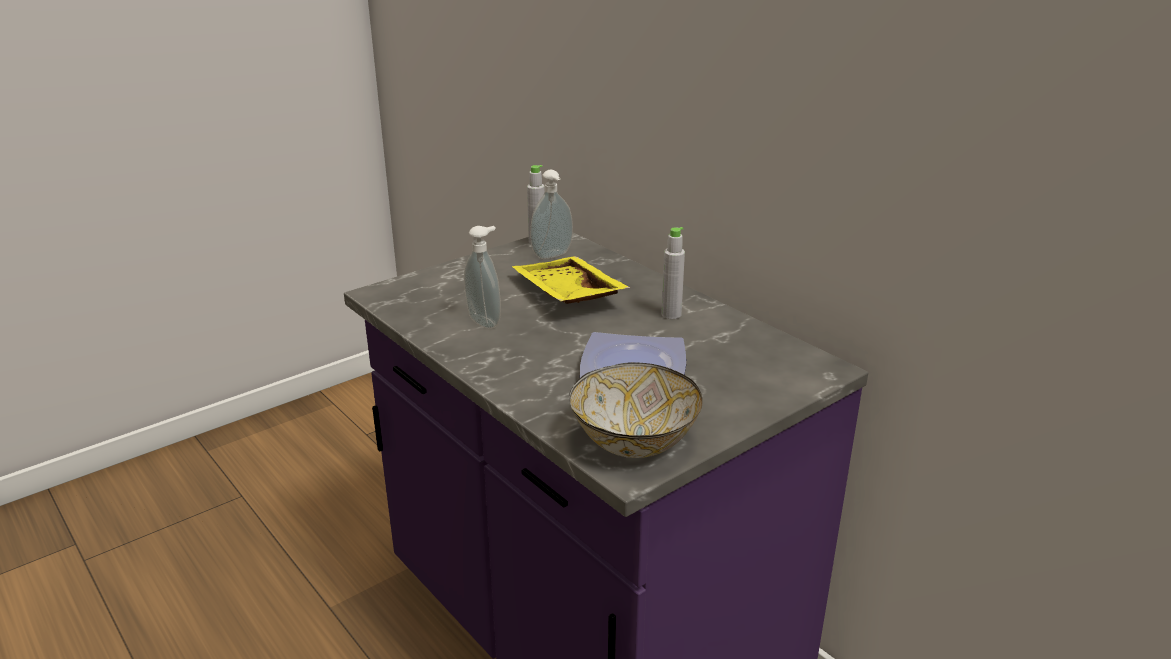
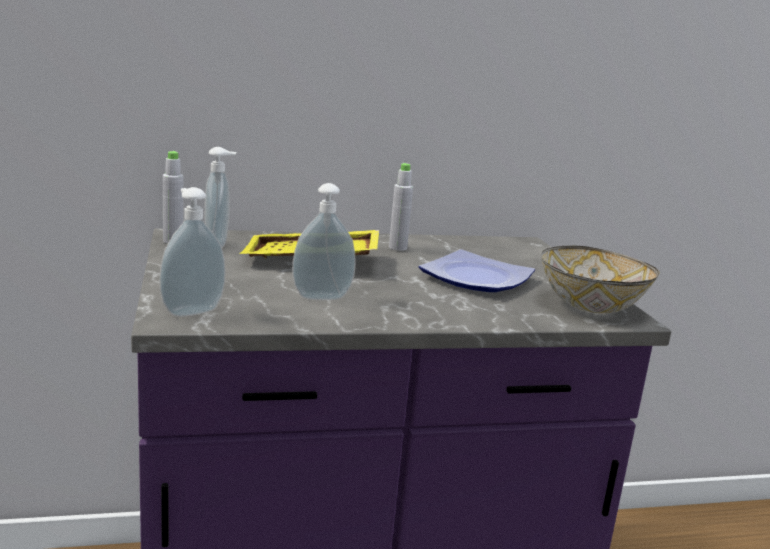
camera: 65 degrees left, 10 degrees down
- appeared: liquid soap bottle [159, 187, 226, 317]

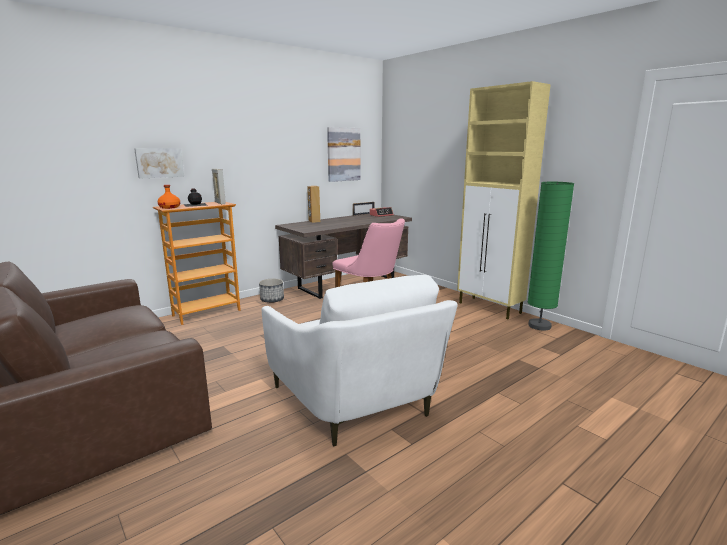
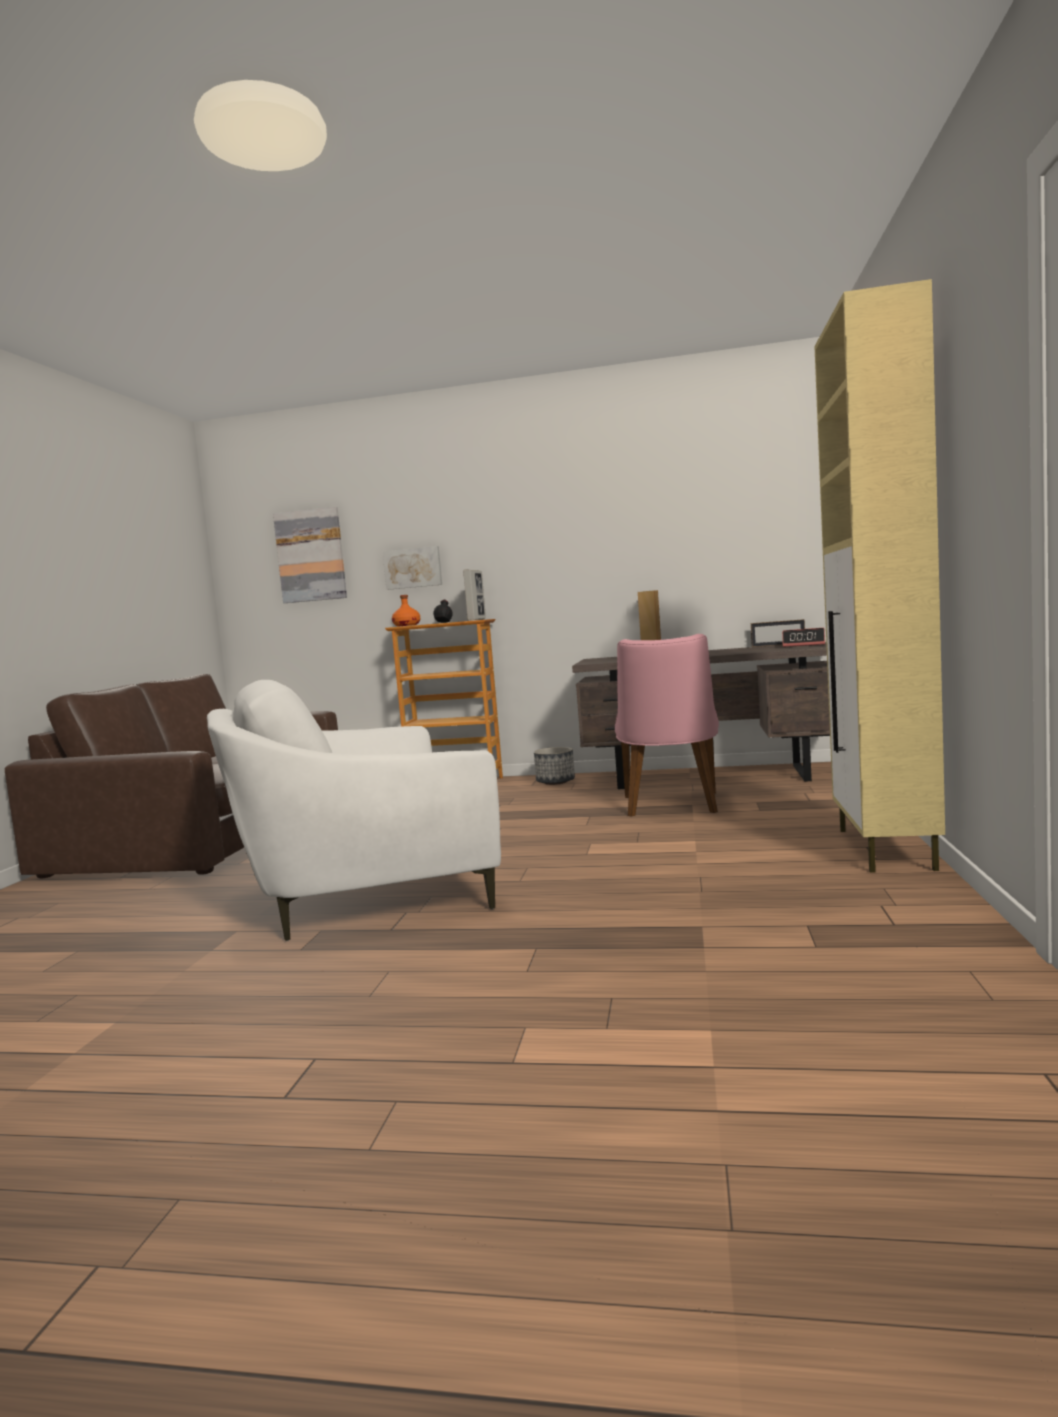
camera: 50 degrees right, 10 degrees down
- relocated: wall art [327, 127, 360, 182] to [273, 507, 347, 603]
- missing: green standing lamp [528, 182, 574, 331]
- spun: white-coloured armchair [262, 275, 458, 446] = [207, 680, 501, 941] 45 degrees clockwise

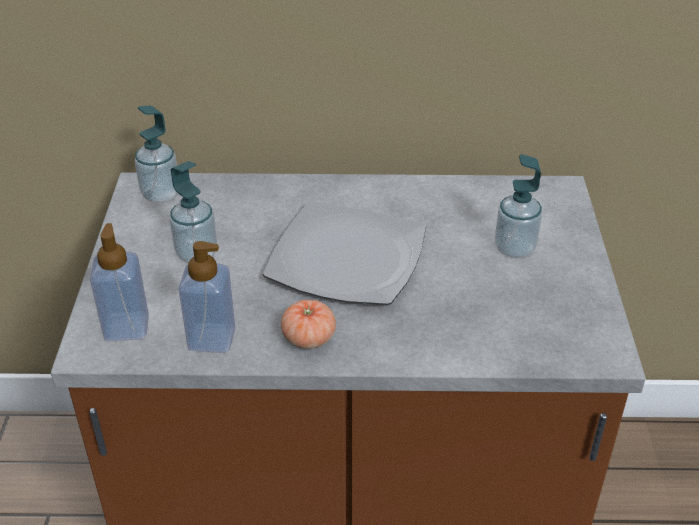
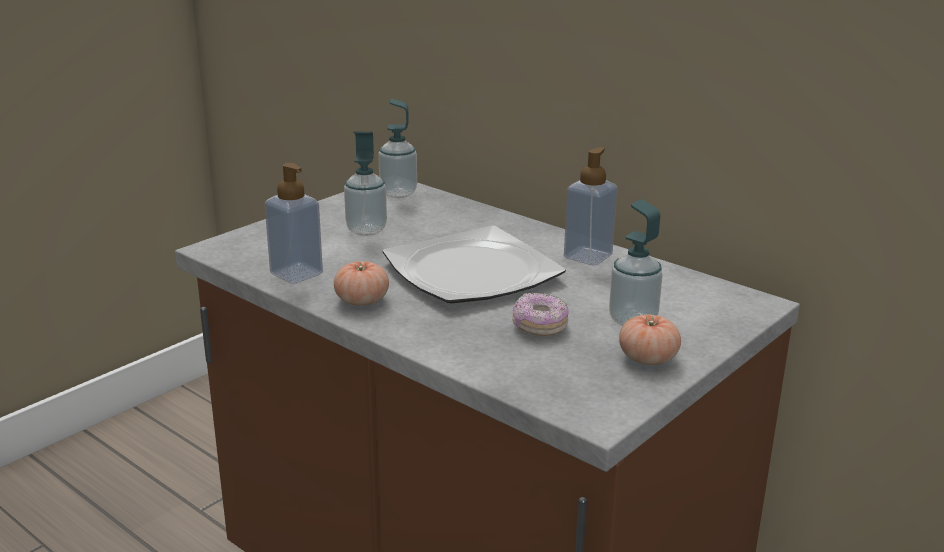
camera: 40 degrees right, 15 degrees down
- relocated: liquid soap bottle [90, 223, 149, 341] to [564, 147, 617, 266]
- appeared: doughnut [513, 292, 569, 336]
- appeared: tomato [619, 314, 681, 365]

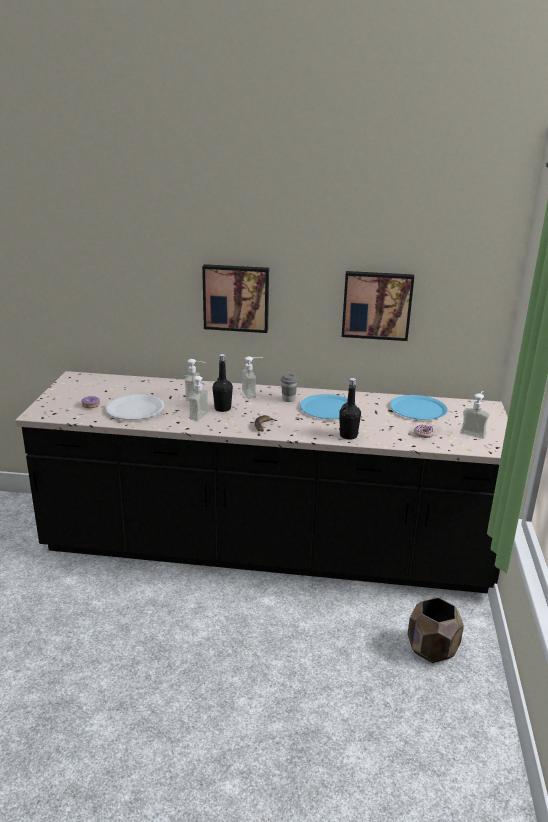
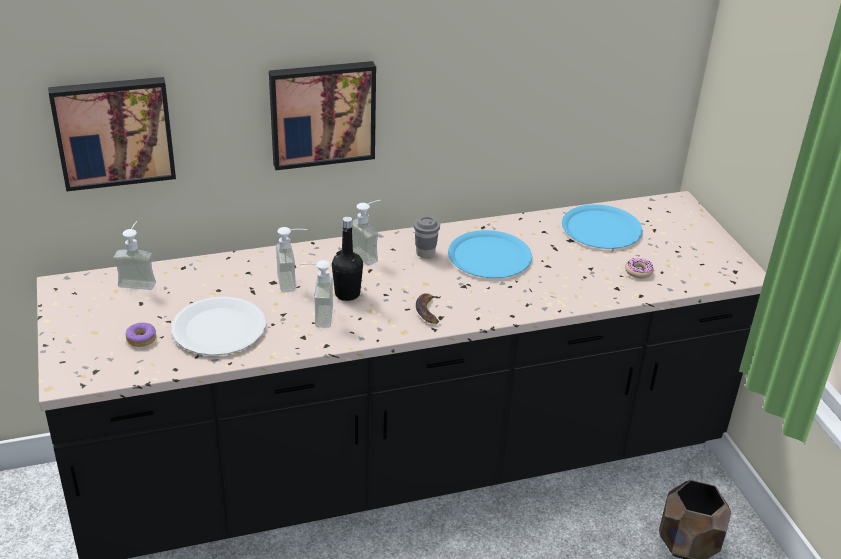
camera: 25 degrees left, 10 degrees up
- relocated: wall art [342, 271, 414, 341] to [48, 77, 176, 192]
- missing: blackish drink bottle [339, 378, 361, 440]
- relocated: liquid soap bottle [460, 391, 490, 439] to [114, 221, 156, 290]

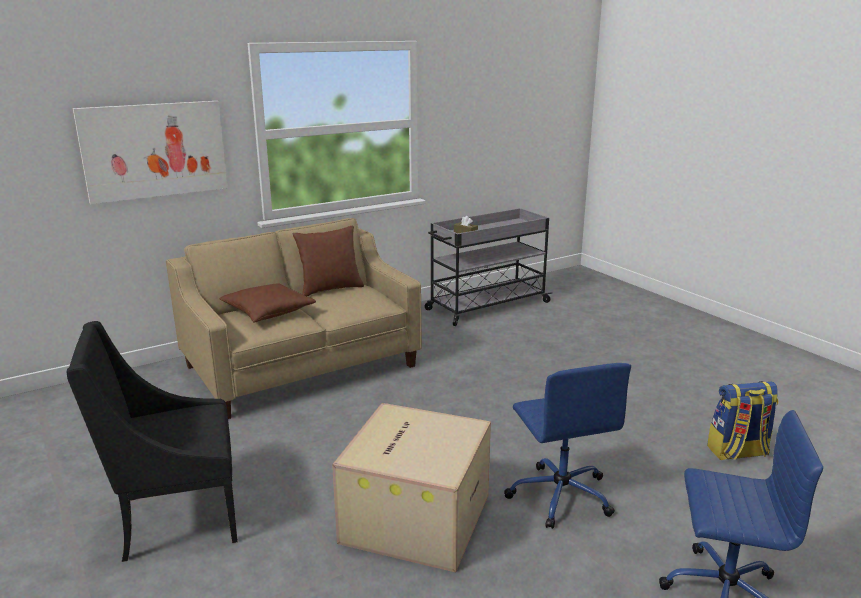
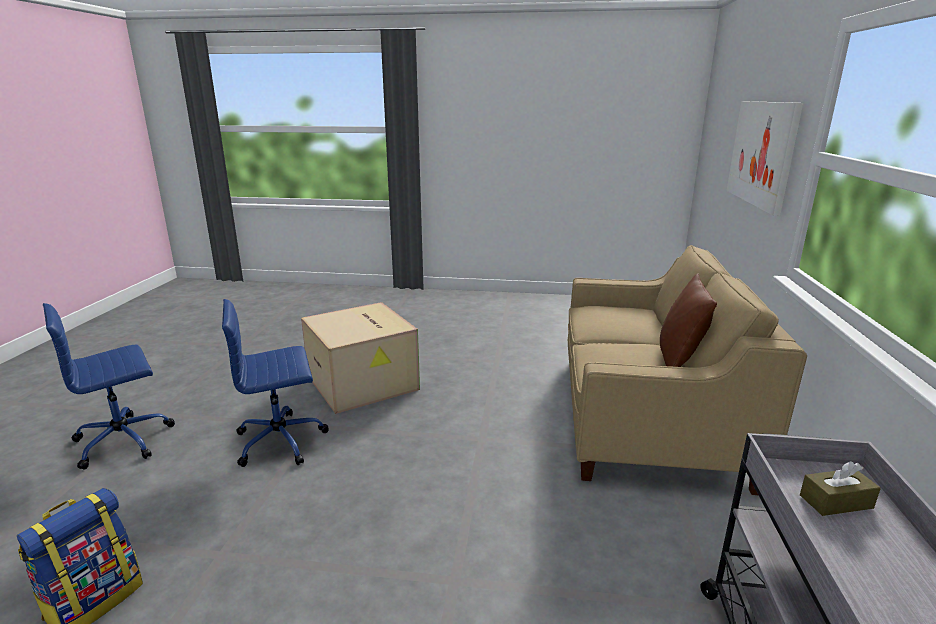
camera: 130 degrees right, 0 degrees up
- missing: brown-coloured throw pillow [219, 283, 316, 323]
- missing: blackish armchair [66, 321, 238, 562]
- spun: blue-coloured desk chair [504, 363, 631, 529] = [222, 299, 329, 467] 45 degrees counterclockwise

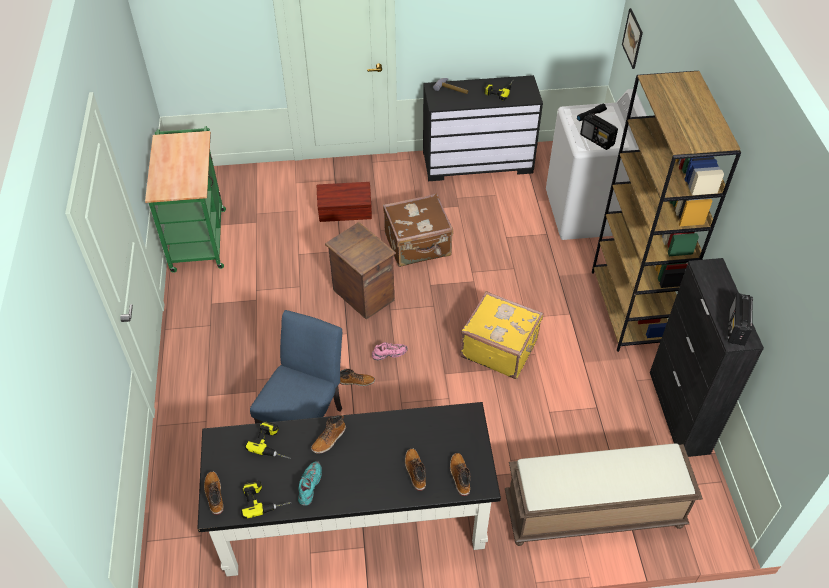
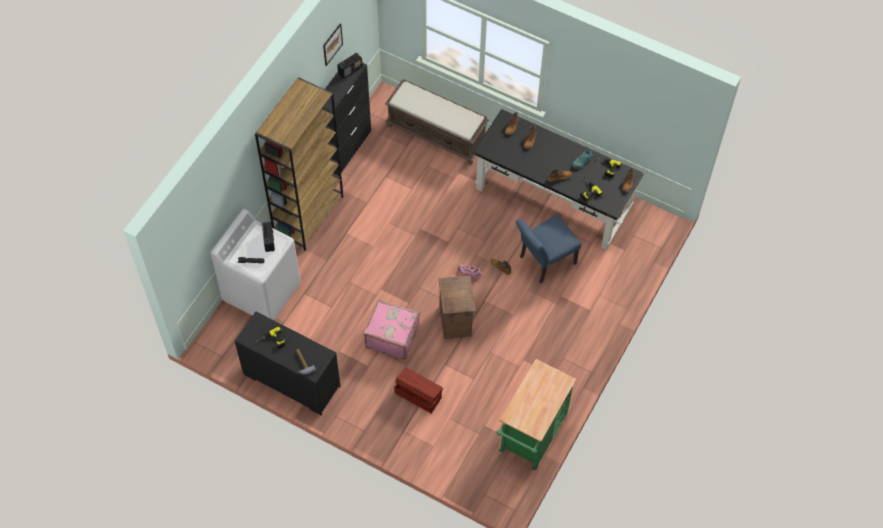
camera: 145 degrees left, 10 degrees up
- relocated: wall art [622, 8, 643, 69] to [323, 24, 343, 66]
- colour: brown-coloured travel case [383, 193, 453, 267] to pink travel case [364, 300, 420, 359]
- missing: yellowish travel case [460, 291, 543, 379]

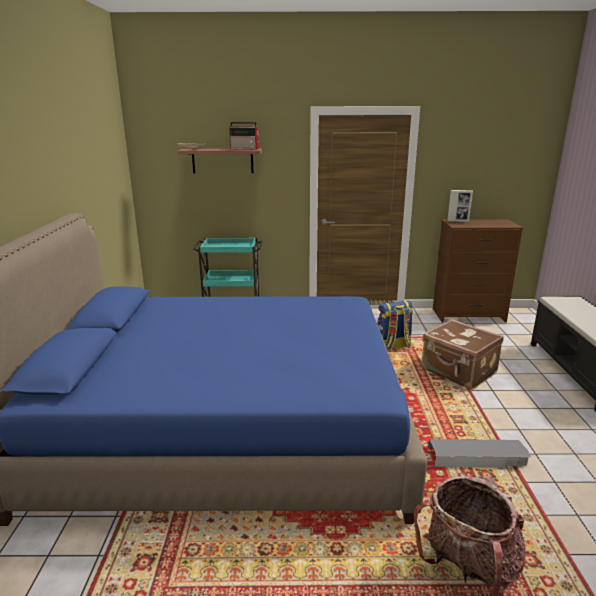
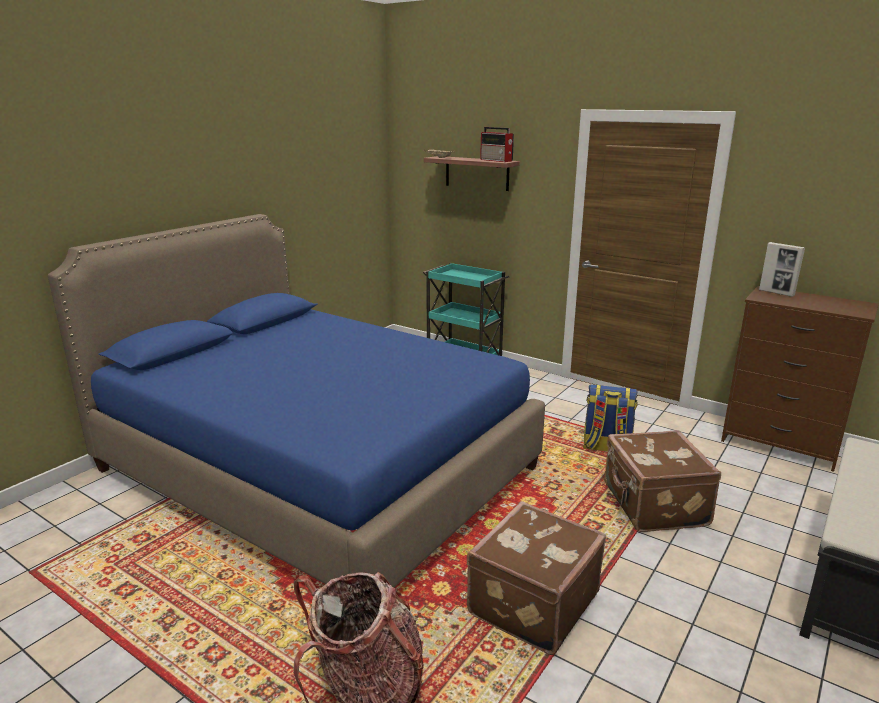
camera: 35 degrees right, 0 degrees up
- exchanged: greyish storage bin [428, 439, 531, 468] to brown-coloured travel case [467, 501, 606, 655]

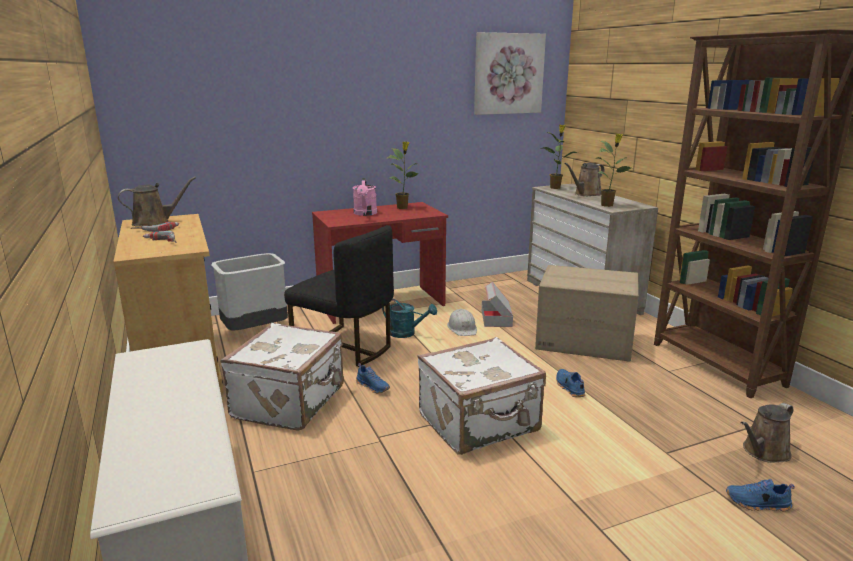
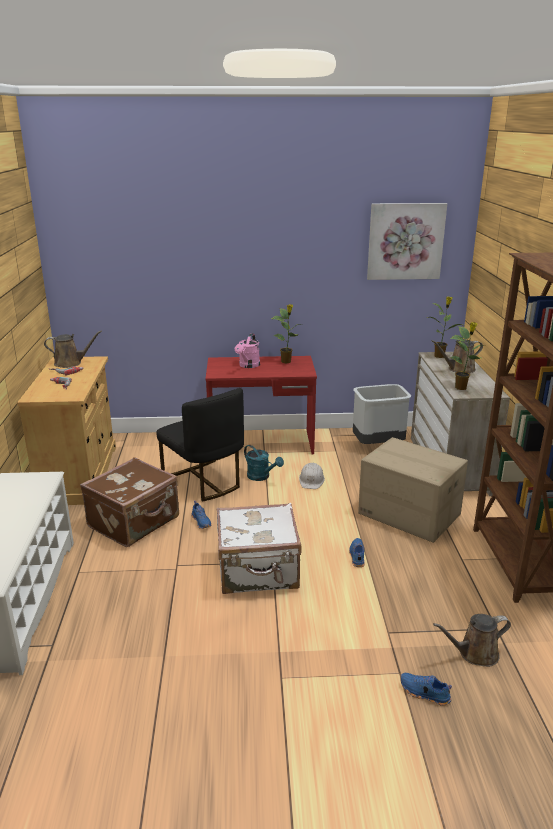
camera: 20 degrees right, 5 degrees up
- relocated: greyish rubbish bin [211, 253, 288, 331] to [353, 384, 411, 444]
- missing: carton [482, 282, 513, 327]
- colour: white-coloured travel case [220, 323, 344, 431] to brown-coloured travel case [80, 457, 179, 547]

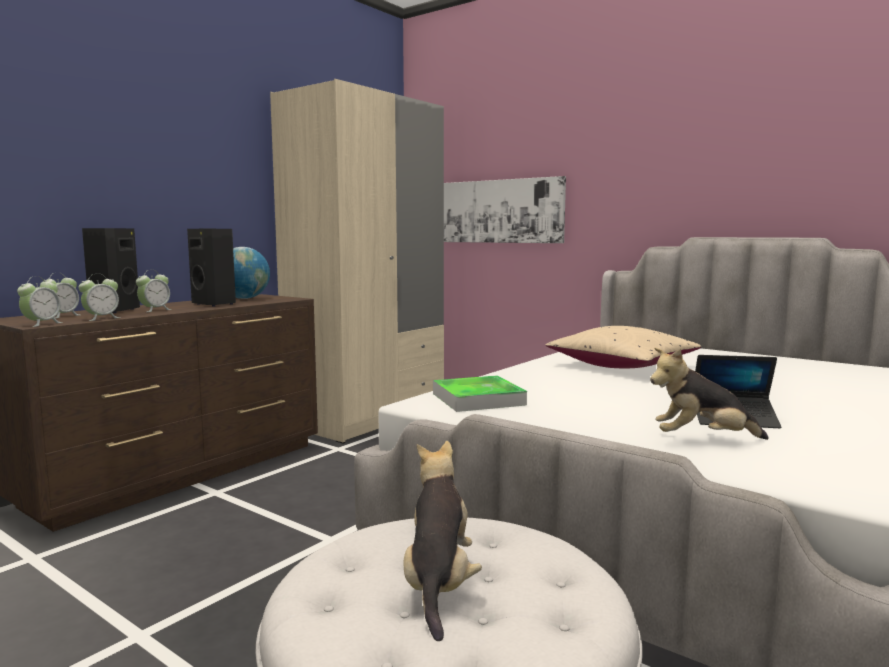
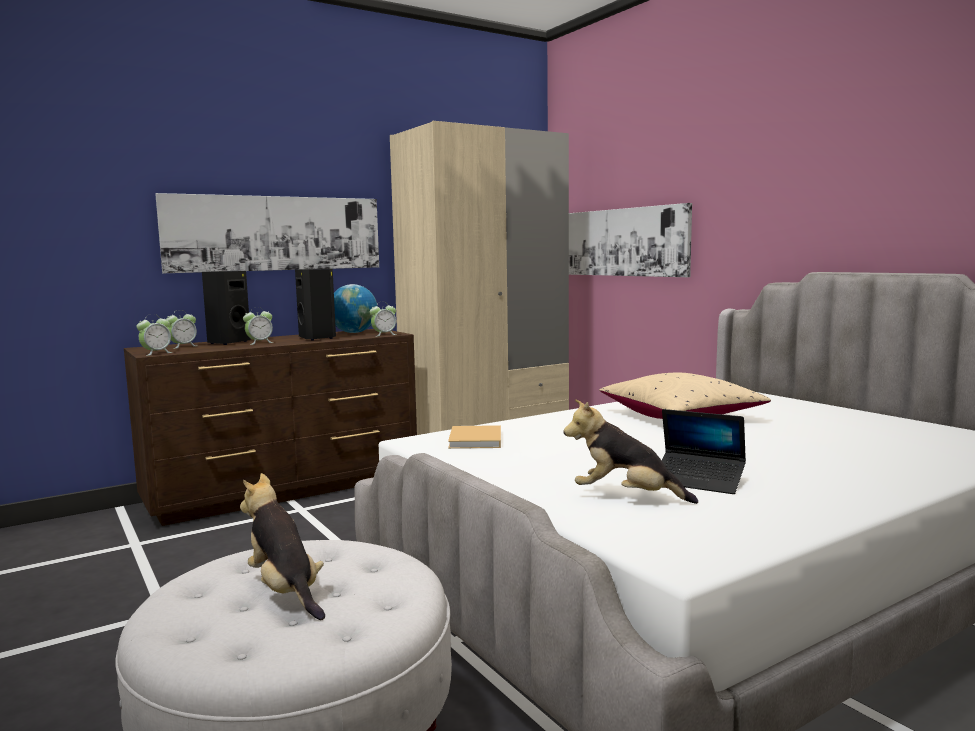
camera: 20 degrees right, 0 degrees up
- relocated: bedside clock [78, 274, 120, 321] to [370, 302, 396, 337]
- exchanged: tray [433, 375, 527, 412] to sand-coloured book [448, 425, 501, 449]
- spun: plush toy [403, 441, 482, 641] = [240, 473, 325, 620] 60 degrees counterclockwise
- appeared: wall art [155, 193, 379, 273]

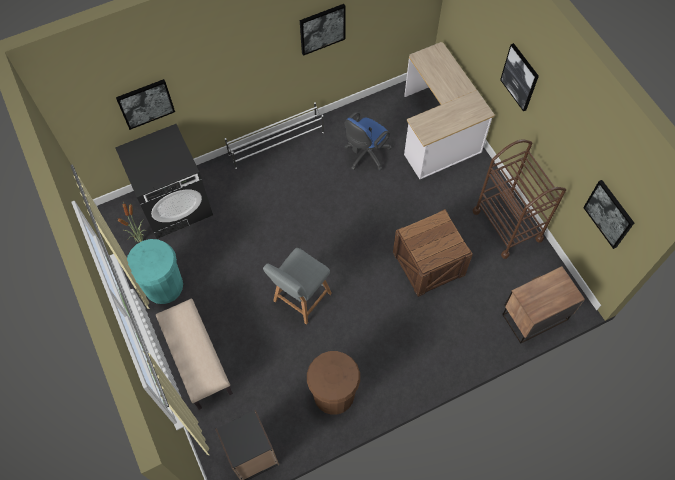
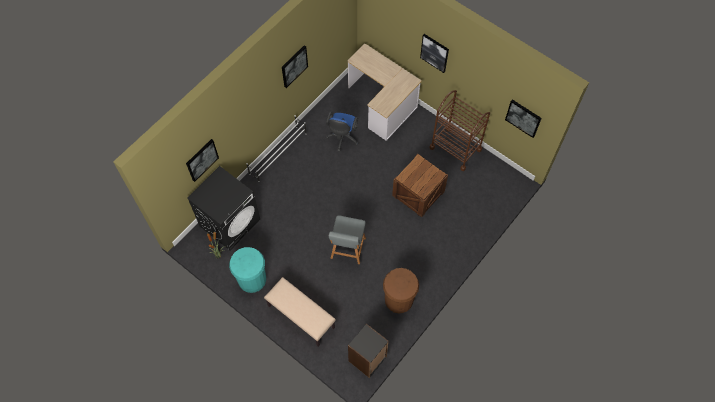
camera: 25 degrees left, 0 degrees up
- missing: night table [502, 266, 585, 343]

